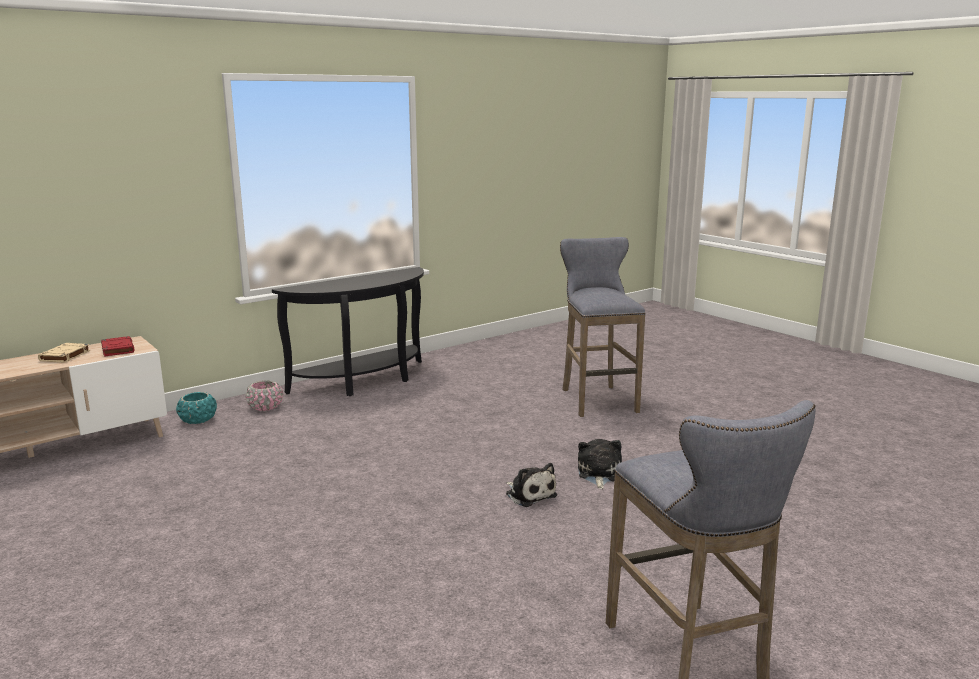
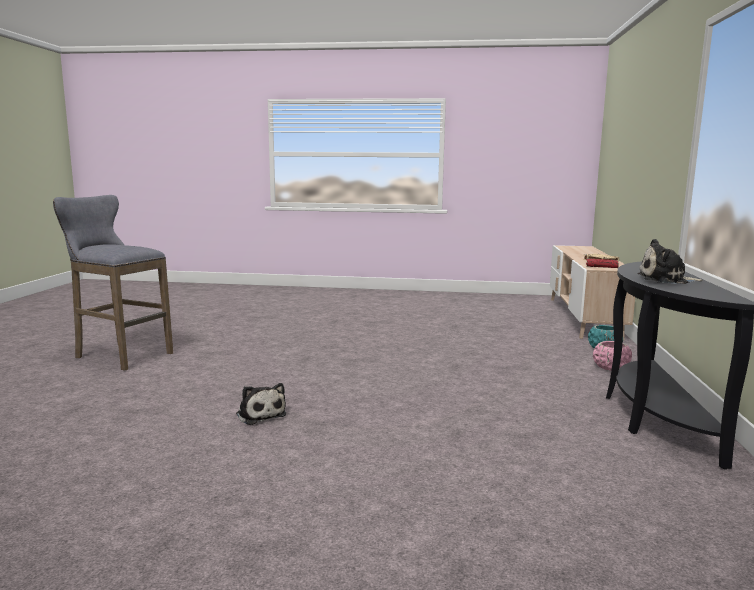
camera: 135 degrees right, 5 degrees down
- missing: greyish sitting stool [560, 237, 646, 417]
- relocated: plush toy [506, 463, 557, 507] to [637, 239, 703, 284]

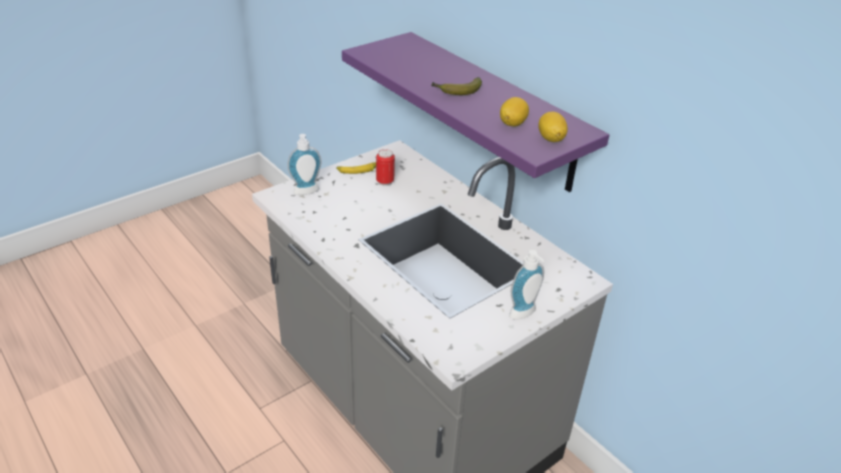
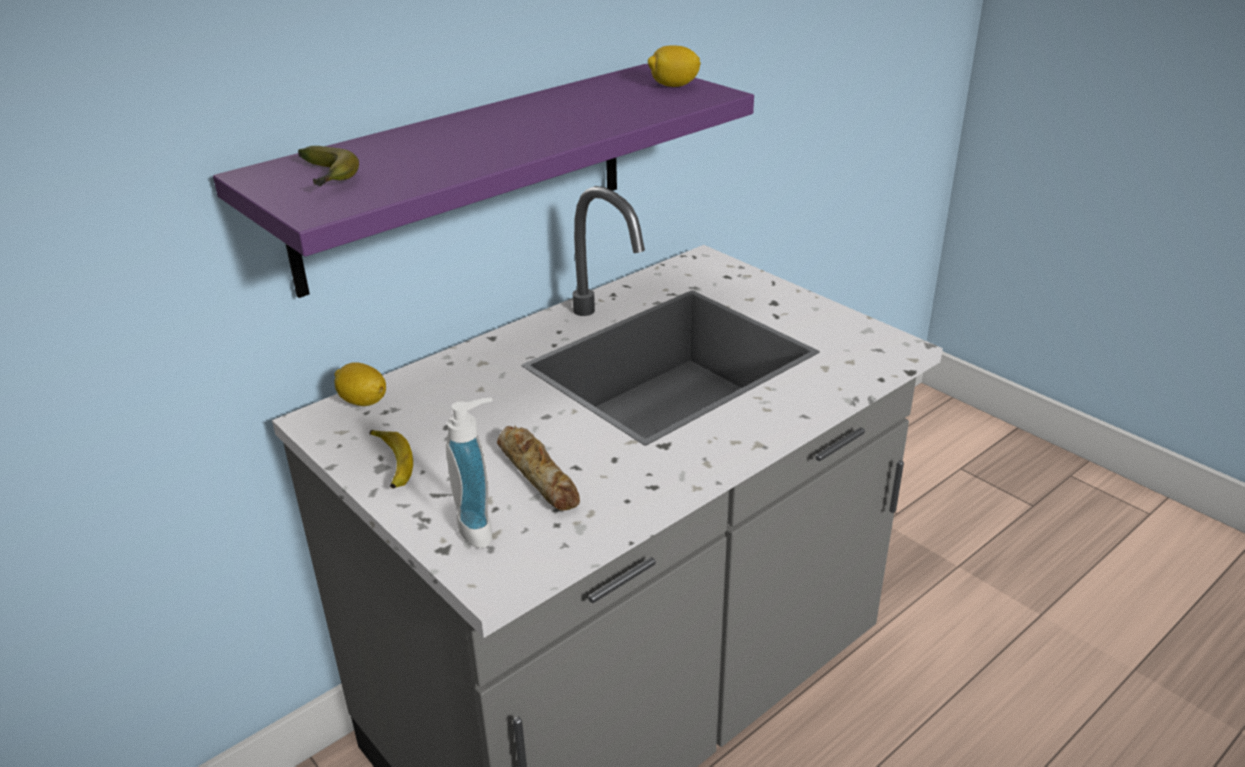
camera: 90 degrees left, 5 degrees down
- relocated: banana fruit [431, 77, 482, 95] to [298, 146, 359, 187]
- relocated: whole lemon [500, 97, 529, 126] to [334, 362, 386, 406]
- missing: metal can [376, 149, 395, 186]
- missing: liquid soap bottle [509, 250, 545, 320]
- appeared: bread [497, 426, 580, 511]

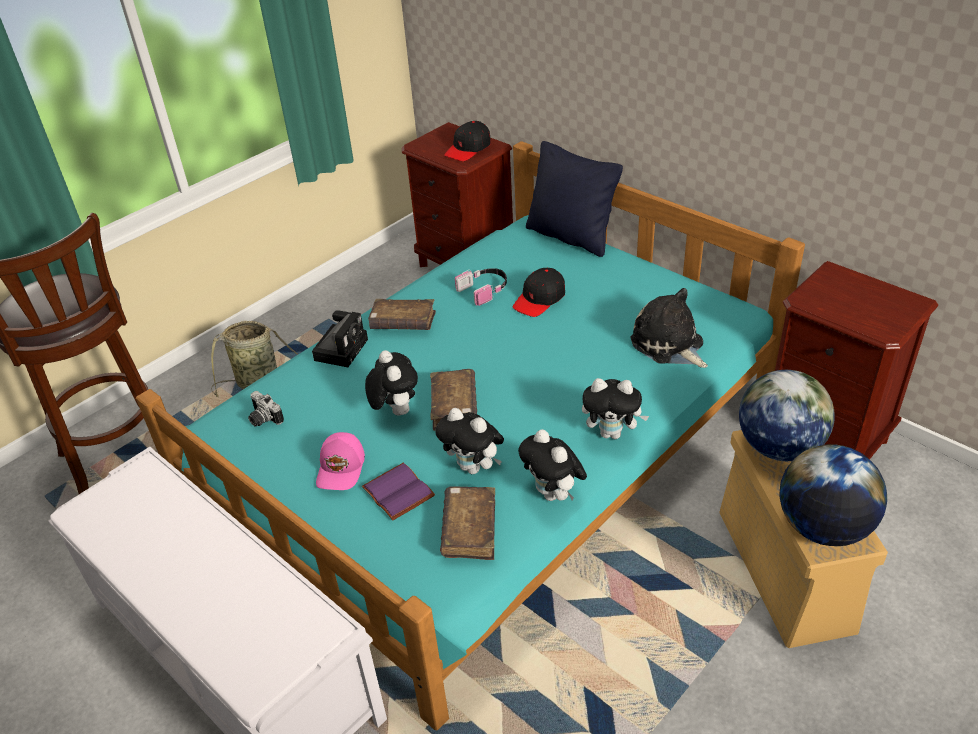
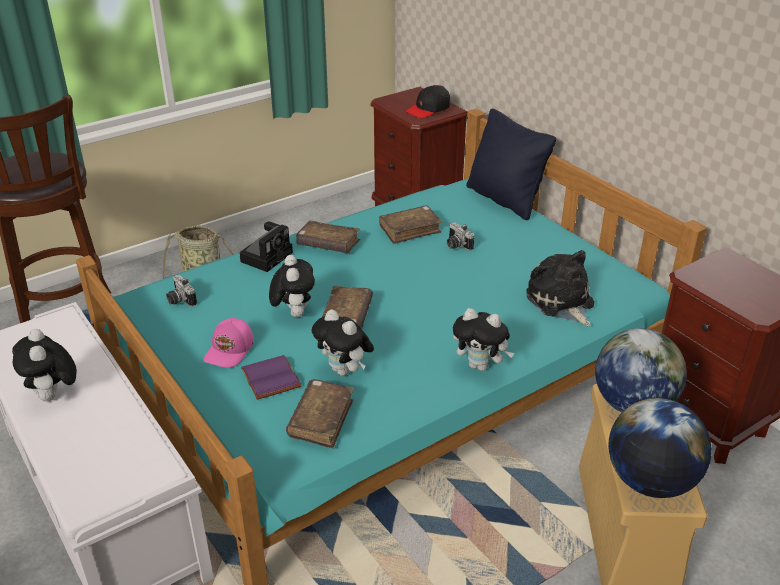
camera: 10 degrees right, 5 degrees down
- exchanged: pair of headphones [455, 268, 507, 306] to brown-coloured book [379, 205, 442, 244]
- exchanged: blackish cap [513, 268, 565, 317] to still camera [447, 222, 474, 251]
- relocated: plush toy [518, 429, 587, 501] to [12, 329, 77, 402]

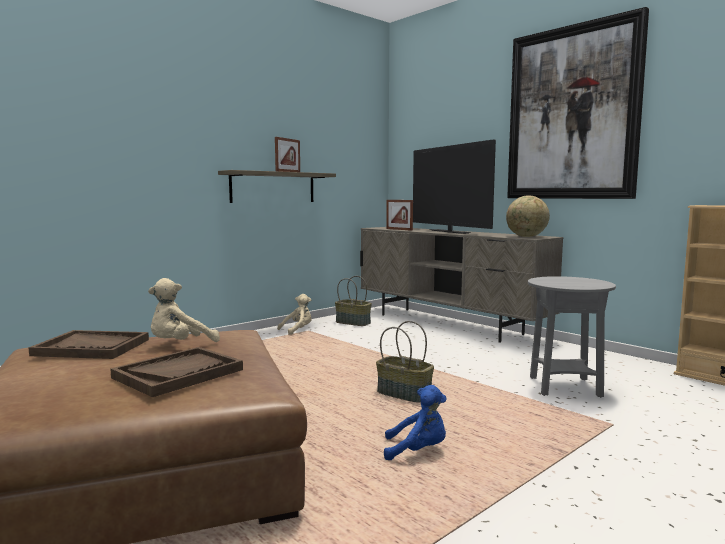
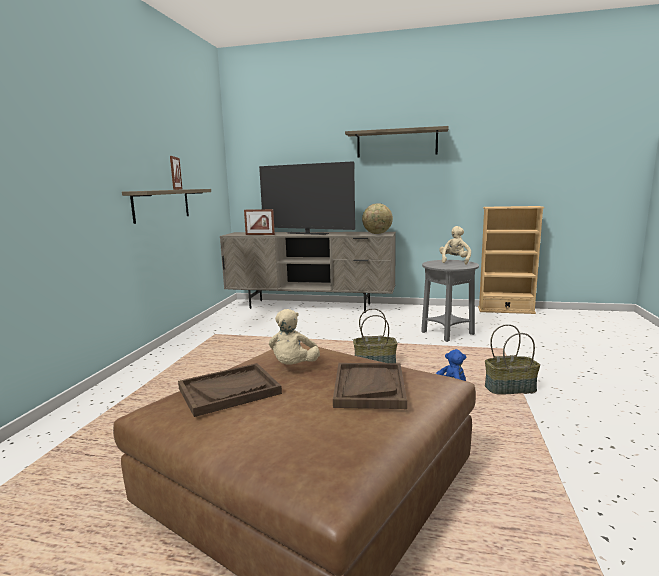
camera: 35 degrees left, 5 degrees up
- exchanged: wall art [507, 7, 649, 199] to bracket shelf [345, 126, 449, 158]
- relocated: household basket [335, 276, 372, 326] to [485, 324, 540, 395]
- relocated: sand-coloured plush toy [277, 294, 312, 335] to [439, 226, 471, 265]

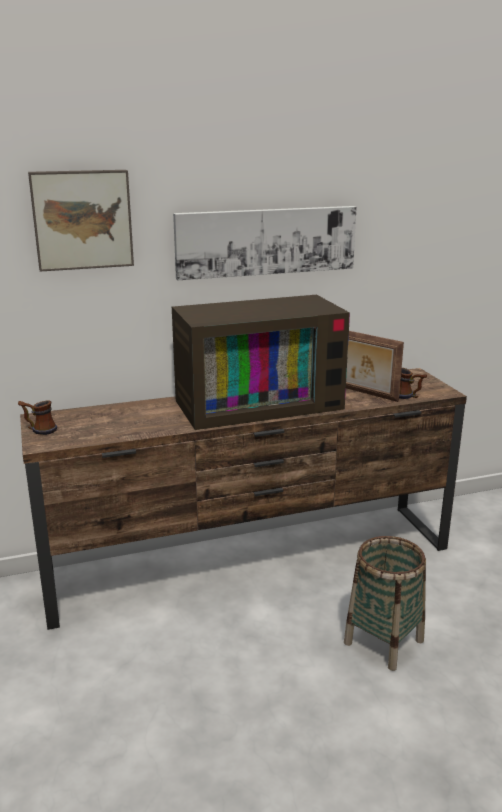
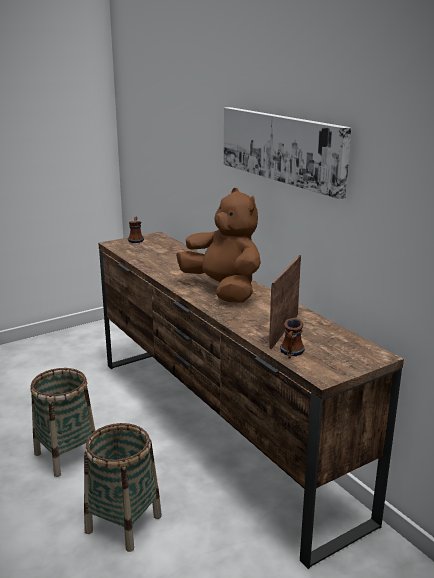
camera: 75 degrees right, 0 degrees up
- missing: wall art [28, 170, 134, 272]
- exchanged: television [172, 295, 350, 430] to brown-coloured plush toy [176, 188, 261, 303]
- appeared: household basket [30, 368, 95, 477]

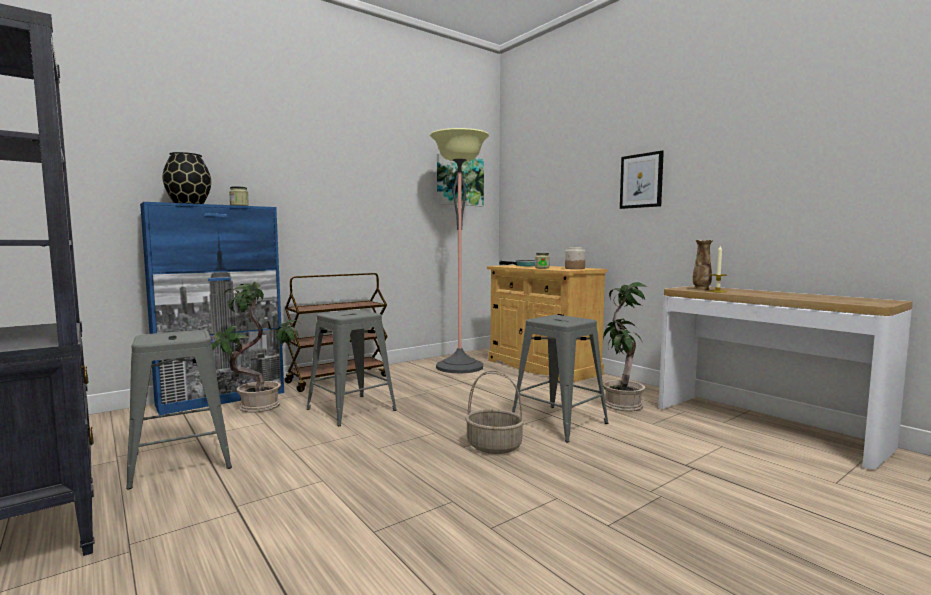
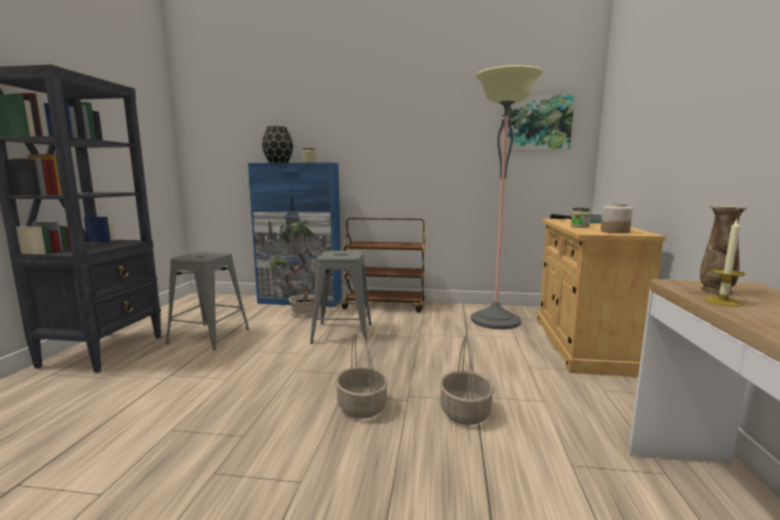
camera: 45 degrees right, 5 degrees up
- missing: wall art [620, 151, 664, 209]
- missing: houseplant [603, 282, 648, 411]
- exchanged: greyish sitting stool [512, 315, 608, 442] to household basket [439, 335, 494, 425]

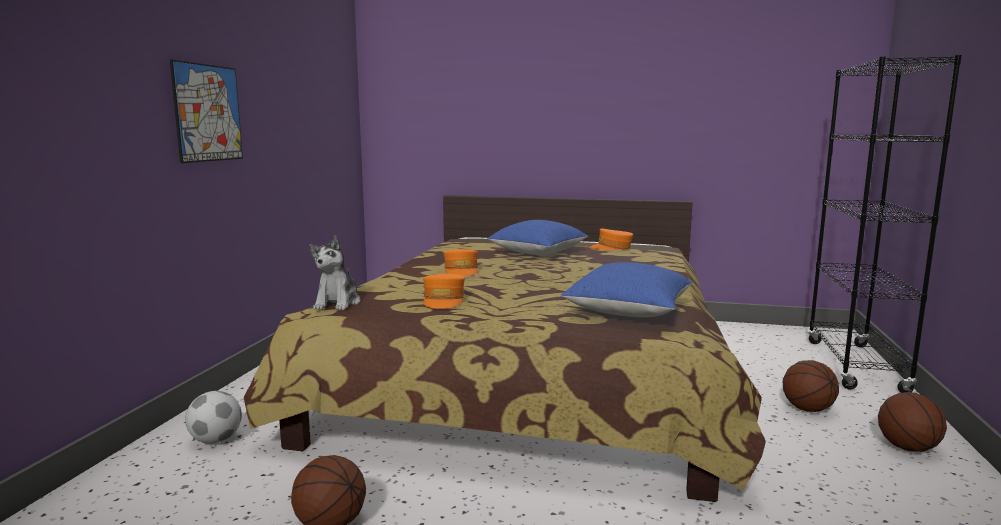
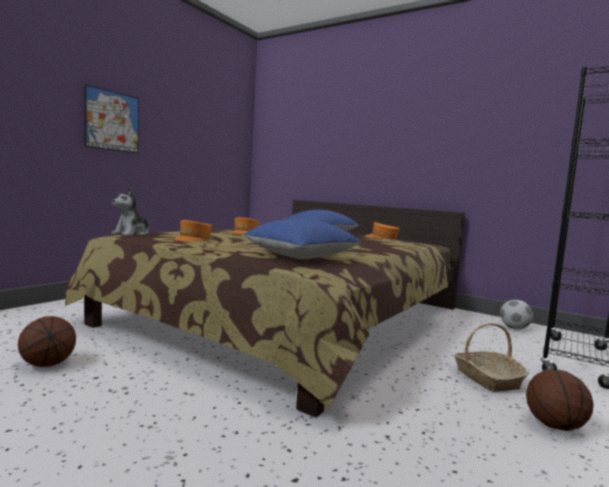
camera: 20 degrees right, 5 degrees down
- exchanged: basketball ball [783, 360, 839, 412] to household basket [454, 323, 529, 392]
- relocated: ball for football [185, 391, 242, 444] to [500, 300, 533, 329]

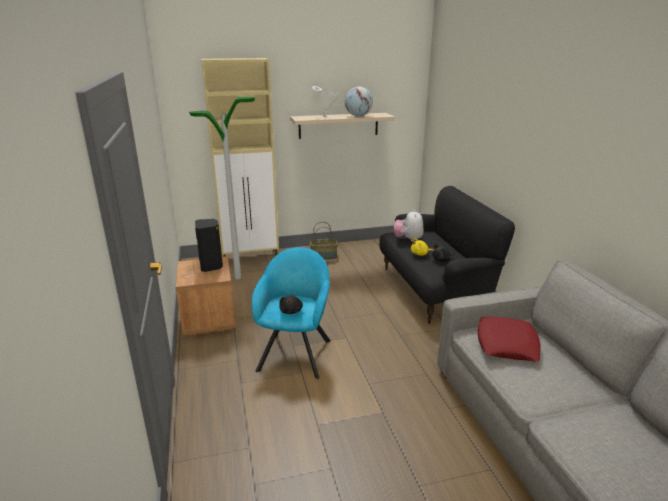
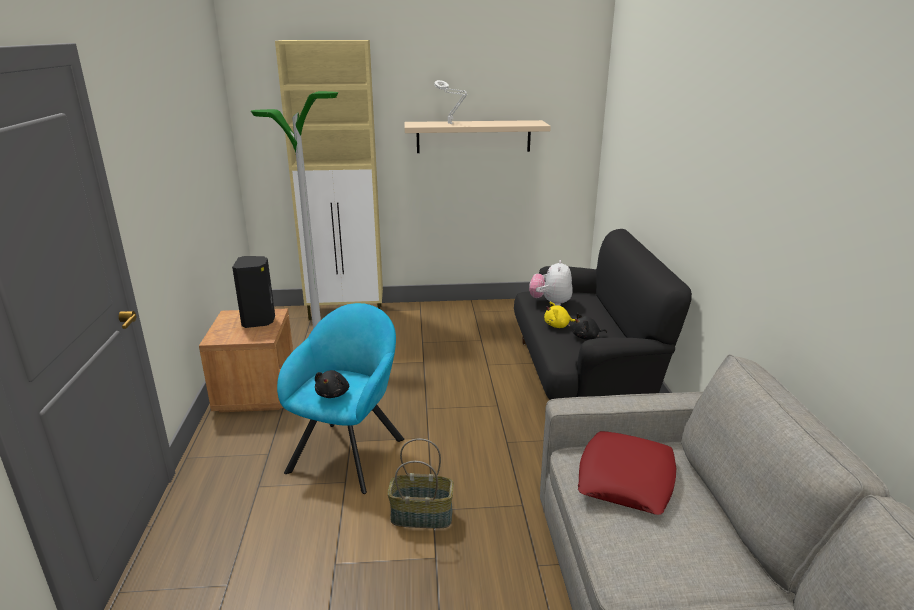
camera: 10 degrees right, 0 degrees up
- missing: globe [345, 87, 373, 116]
- relocated: household basket [310, 222, 338, 260] to [387, 438, 454, 528]

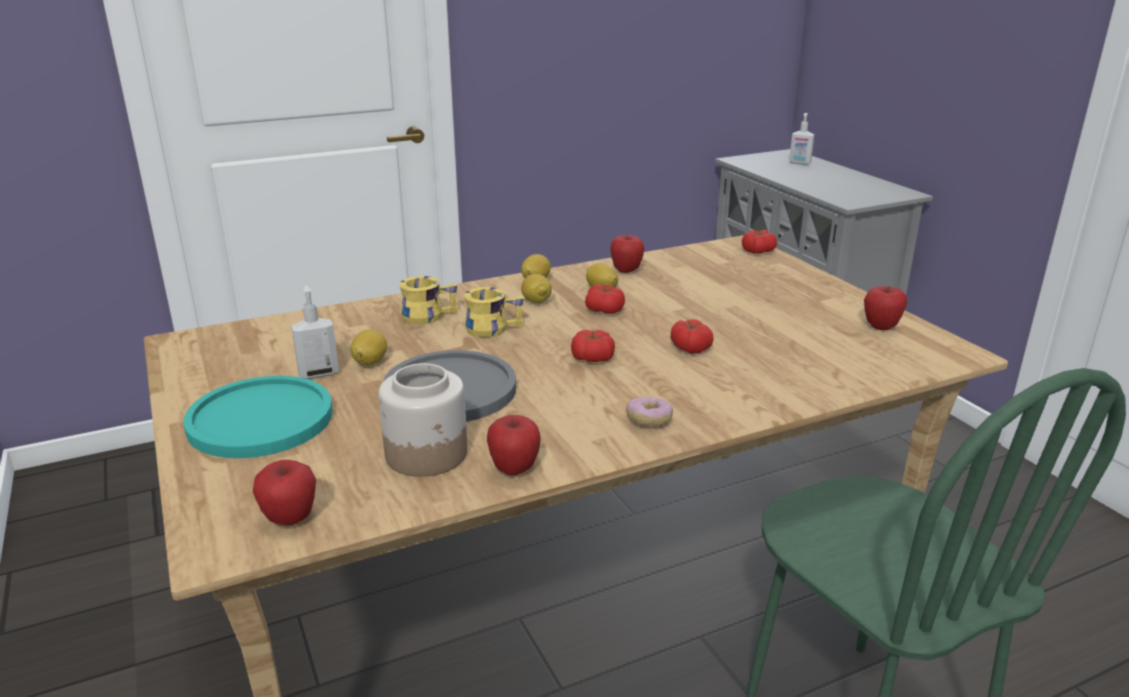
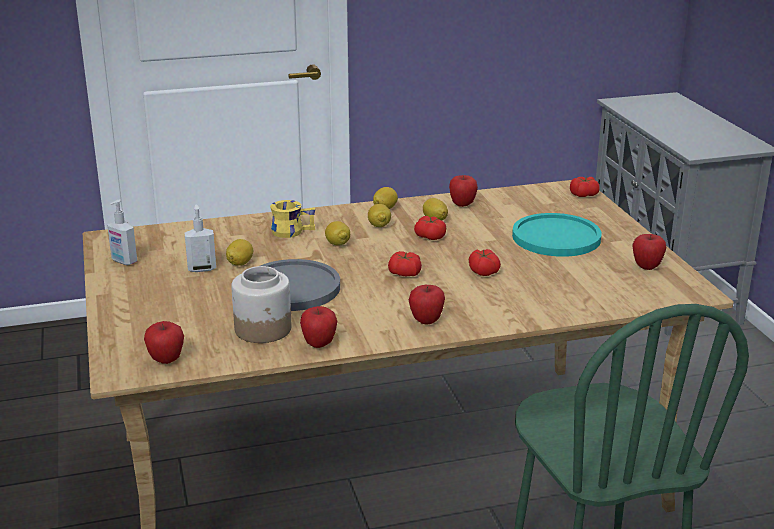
camera: 10 degrees right, 0 degrees up
- relocated: liquid soap bottle [789, 113, 815, 165] to [107, 200, 137, 265]
- exchanged: yellowish mug [464, 287, 524, 337] to whole lemon [325, 221, 350, 245]
- relocated: blue-green plate [183, 376, 333, 458] to [512, 213, 602, 257]
- exchanged: doughnut [626, 397, 673, 426] to whole apple [409, 285, 445, 324]

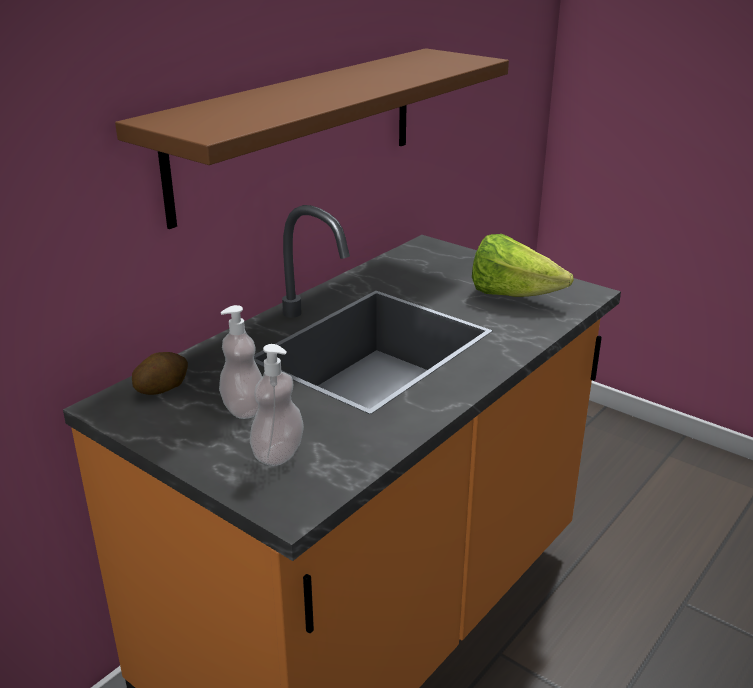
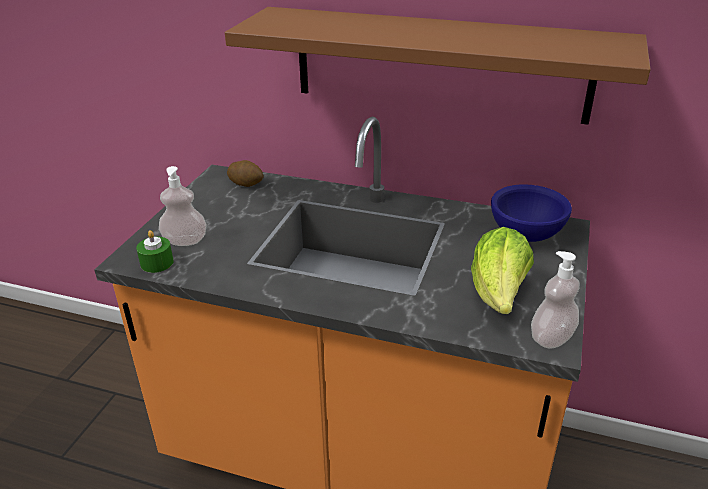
camera: 70 degrees right, 5 degrees up
- relocated: liquid soap bottle [219, 305, 262, 419] to [531, 251, 580, 349]
- appeared: blue-coloured bowl [491, 184, 572, 242]
- appeared: green candle [136, 230, 174, 273]

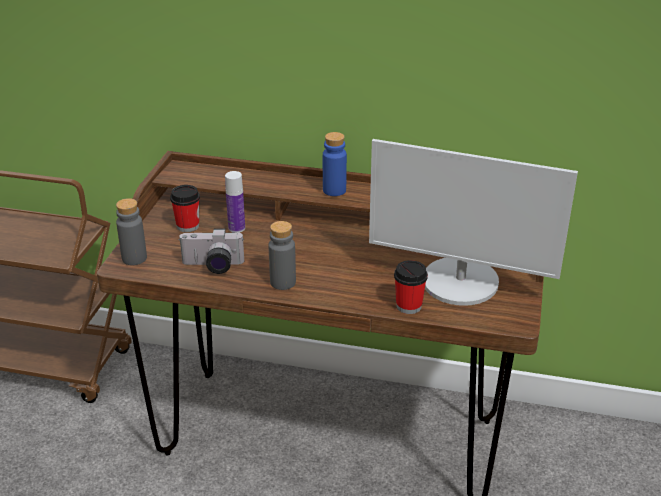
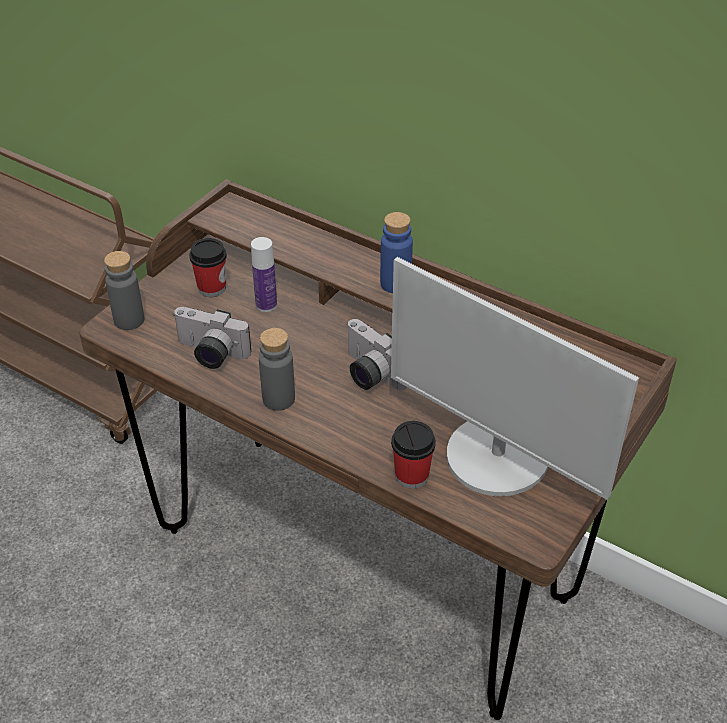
camera: 20 degrees right, 10 degrees up
- appeared: still camera [348, 319, 407, 390]

